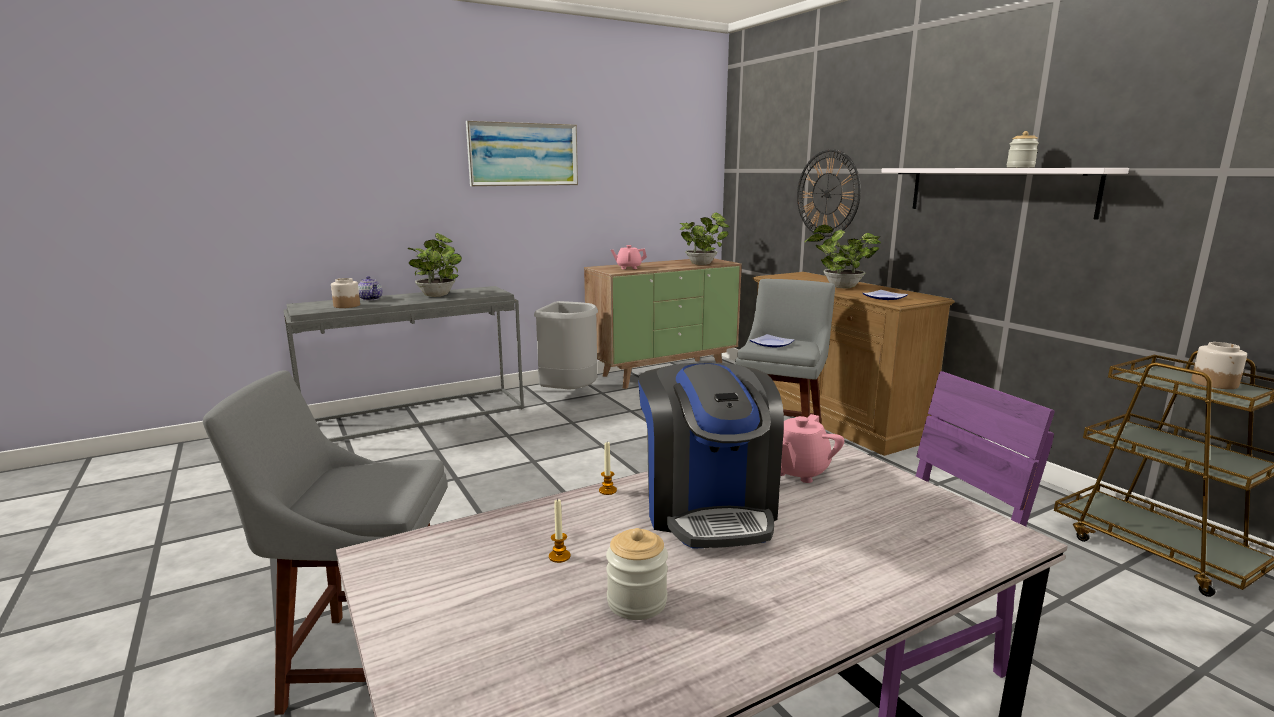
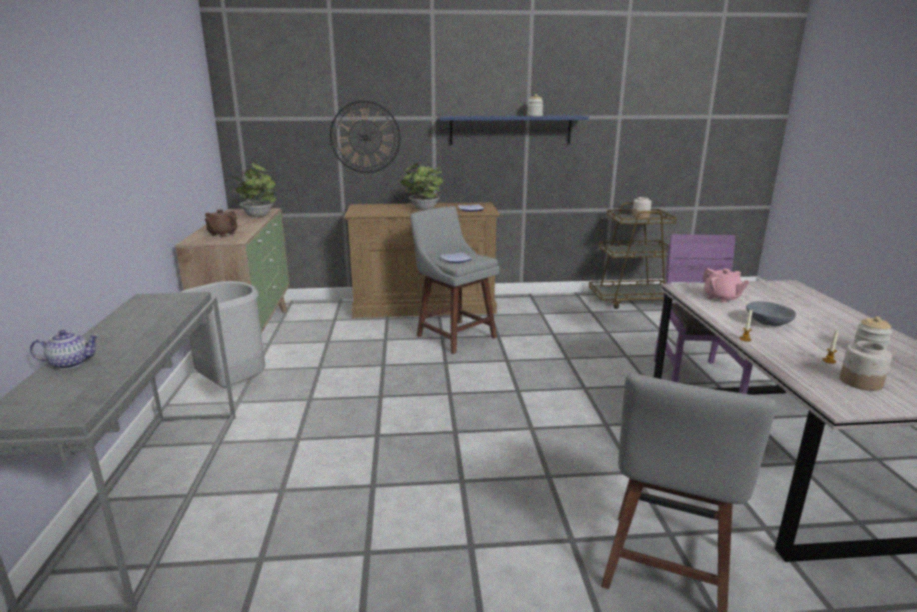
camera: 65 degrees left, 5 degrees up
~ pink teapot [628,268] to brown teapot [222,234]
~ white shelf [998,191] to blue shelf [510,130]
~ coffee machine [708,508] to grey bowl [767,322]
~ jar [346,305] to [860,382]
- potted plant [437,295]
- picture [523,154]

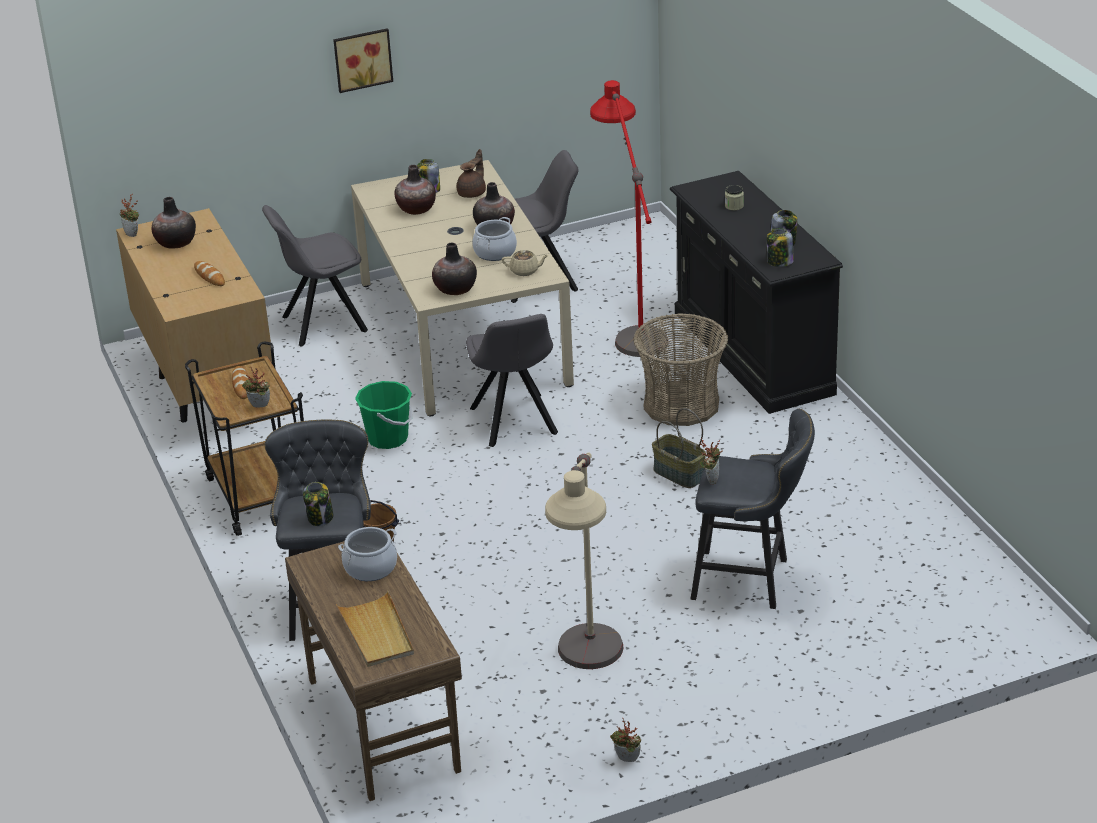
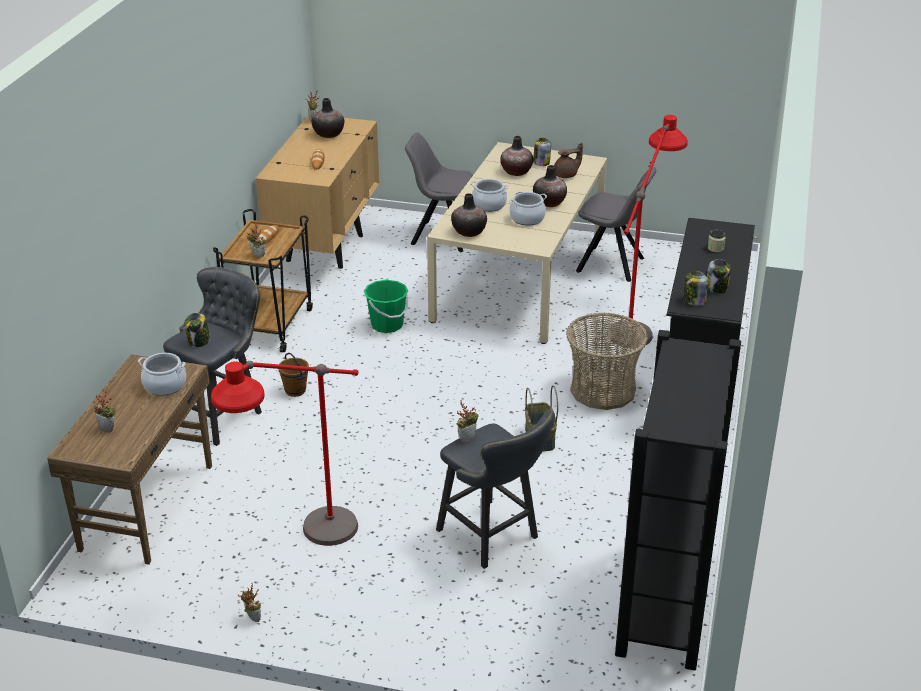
camera: 35 degrees right, 0 degrees up
~ beige tray [376,633] to potted plant [108,429]
~ beige floor lamp [588,678] to red floor lamp [302,547]
+ cooking pot [489,205]
+ black bookcase [666,602]
- picture [362,59]
- grey chair [514,421]
- beige teapot [525,271]

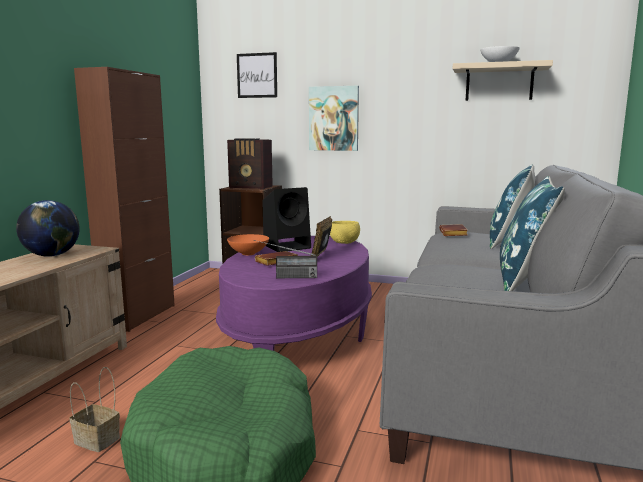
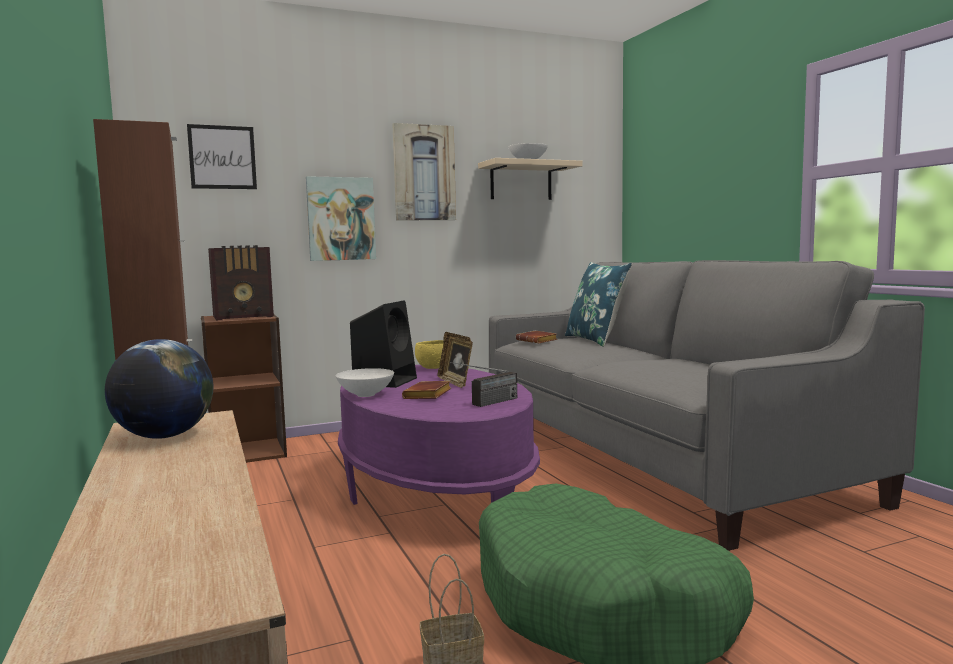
camera: 40 degrees left, 5 degrees down
~ orange bowl [249,254] to white bowl [367,395]
+ picture [424,173]
- blue pillow [524,281]

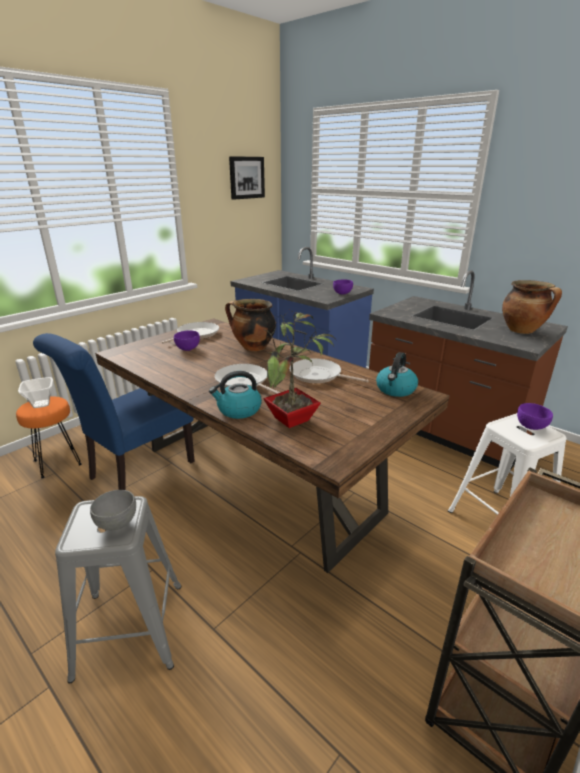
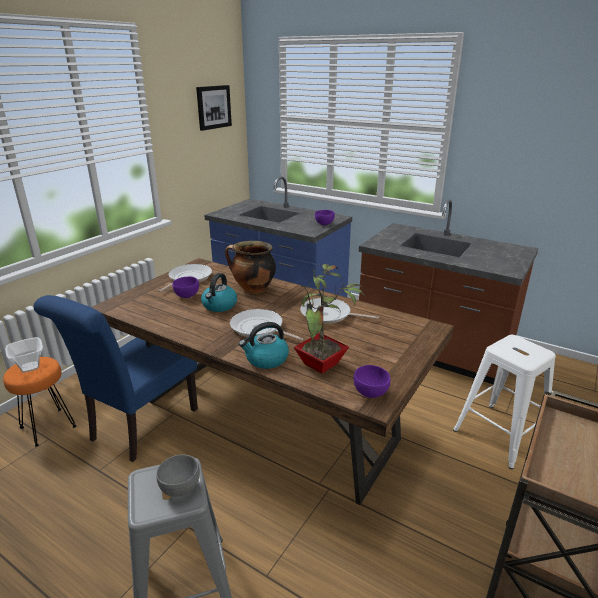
camera: 10 degrees left, 0 degrees up
~ kettle [395,390] to [219,306]
~ purple bowl [530,426] to [370,393]
- cooking pot [523,331]

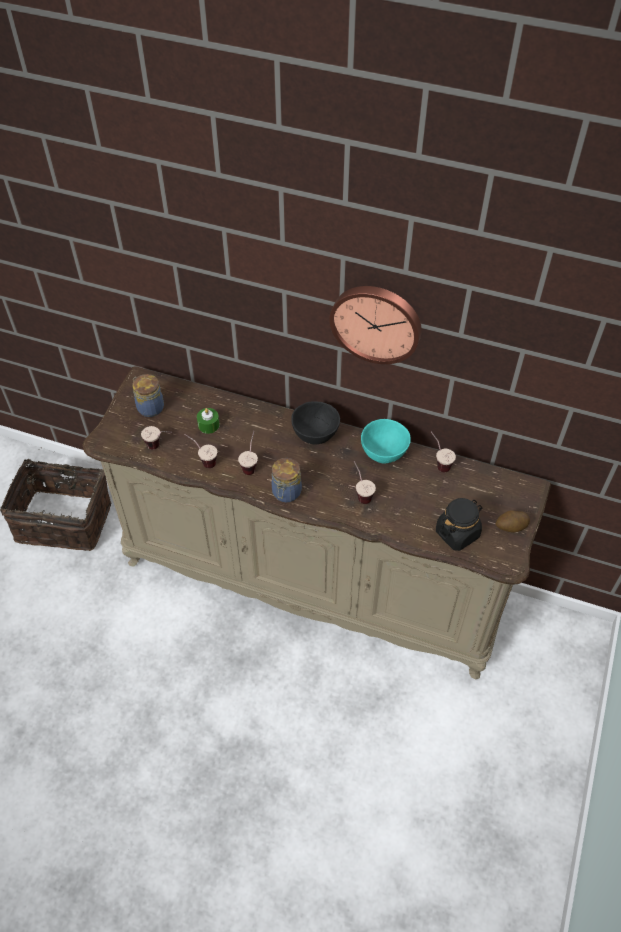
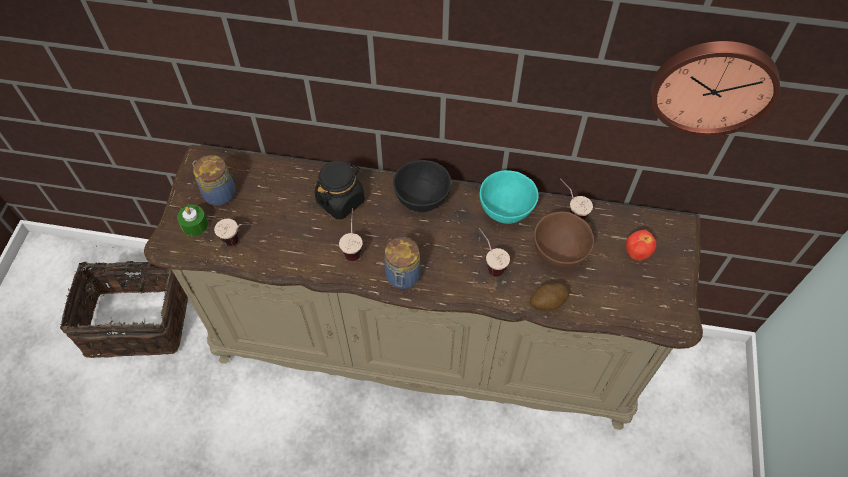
camera: 10 degrees left, 5 degrees up
~ green candle [208,425] to [195,225]
~ black jar [457,533] to [341,201]
~ potato [511,527] to [547,302]
+ brown bowl [559,252]
+ apple [636,253]
~ wall clock [376,322] to [713,86]
- cup [202,460]

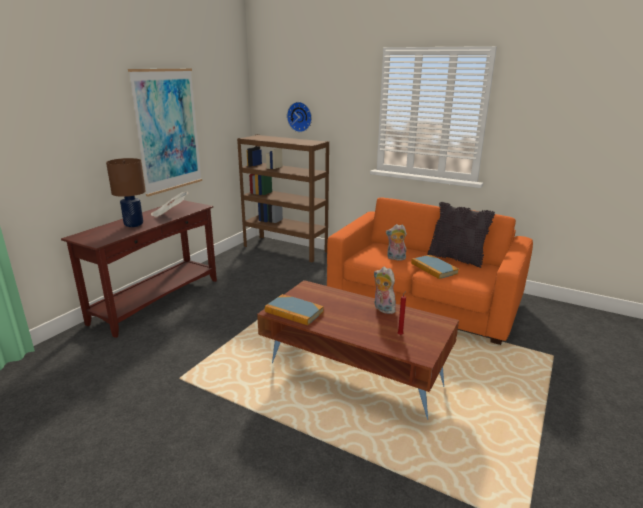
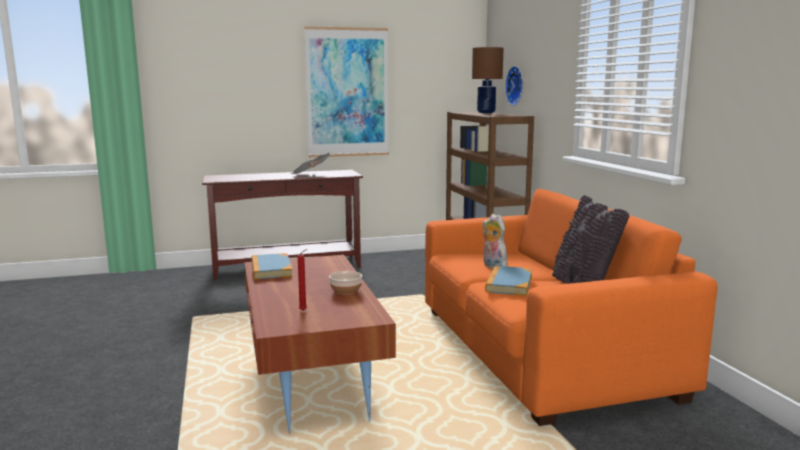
camera: 45 degrees right, 10 degrees down
~ plush toy [382,309] to bowl [346,291]
~ brown table lamp [133,225] to [485,113]

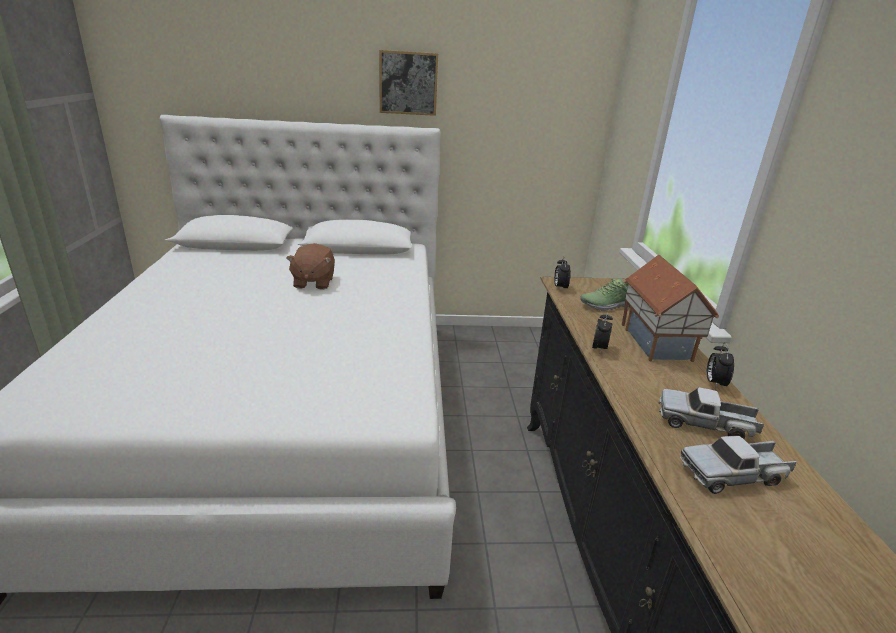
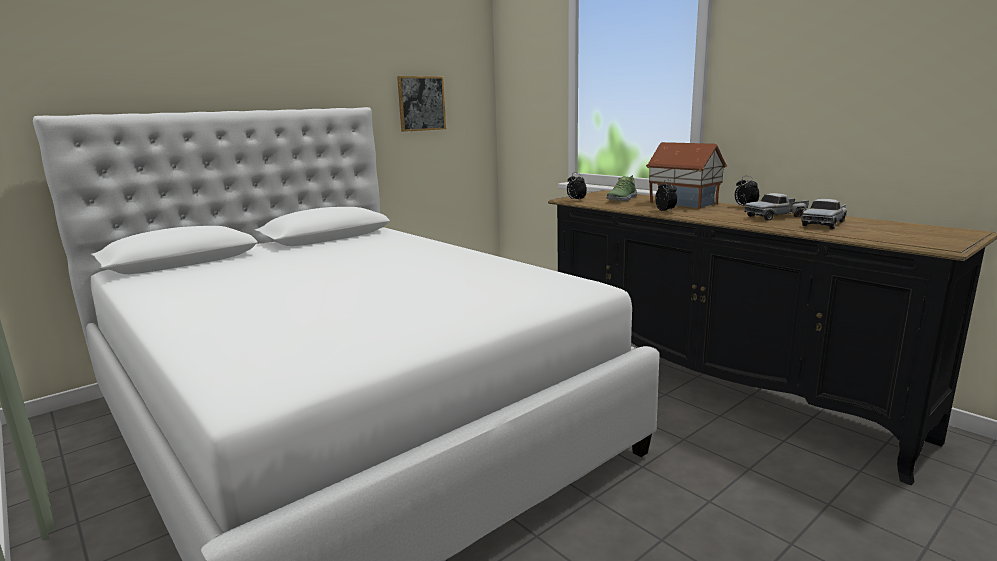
camera: 35 degrees left, 10 degrees down
~ picture [408,83] to [421,103]
- brown plush toy [313,282]

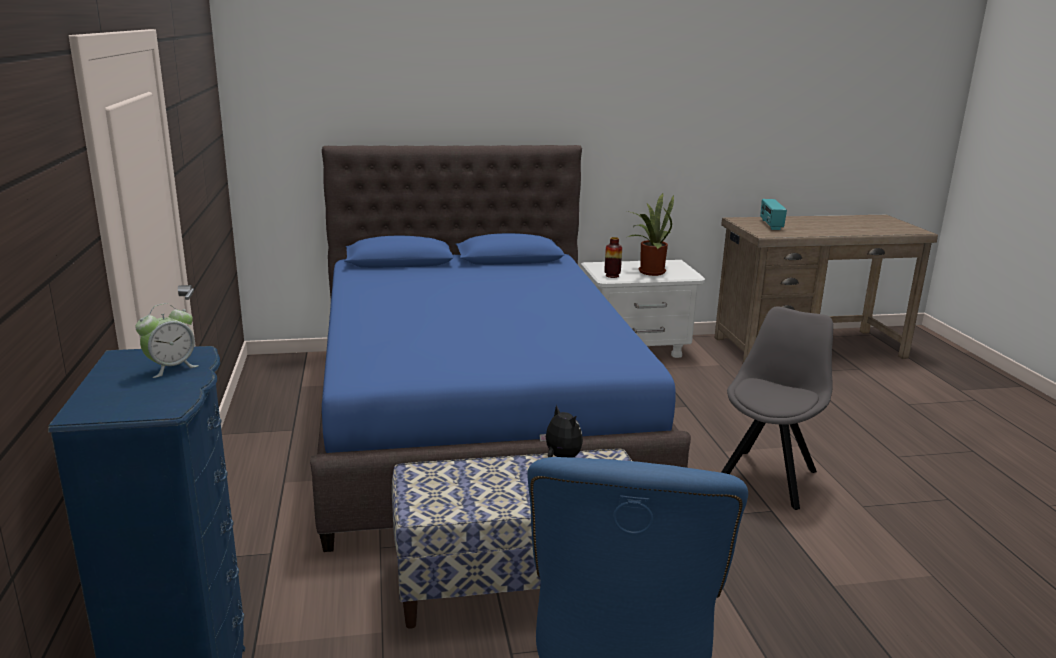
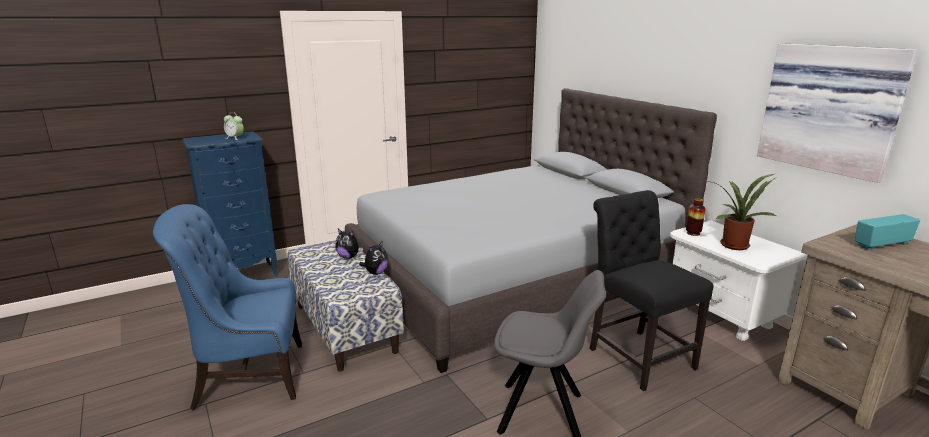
camera: 70 degrees right, 0 degrees up
+ plush toy [349,257]
~ blue bed [476,420] to grey bed [517,279]
+ black chair [637,355]
+ picture [831,108]

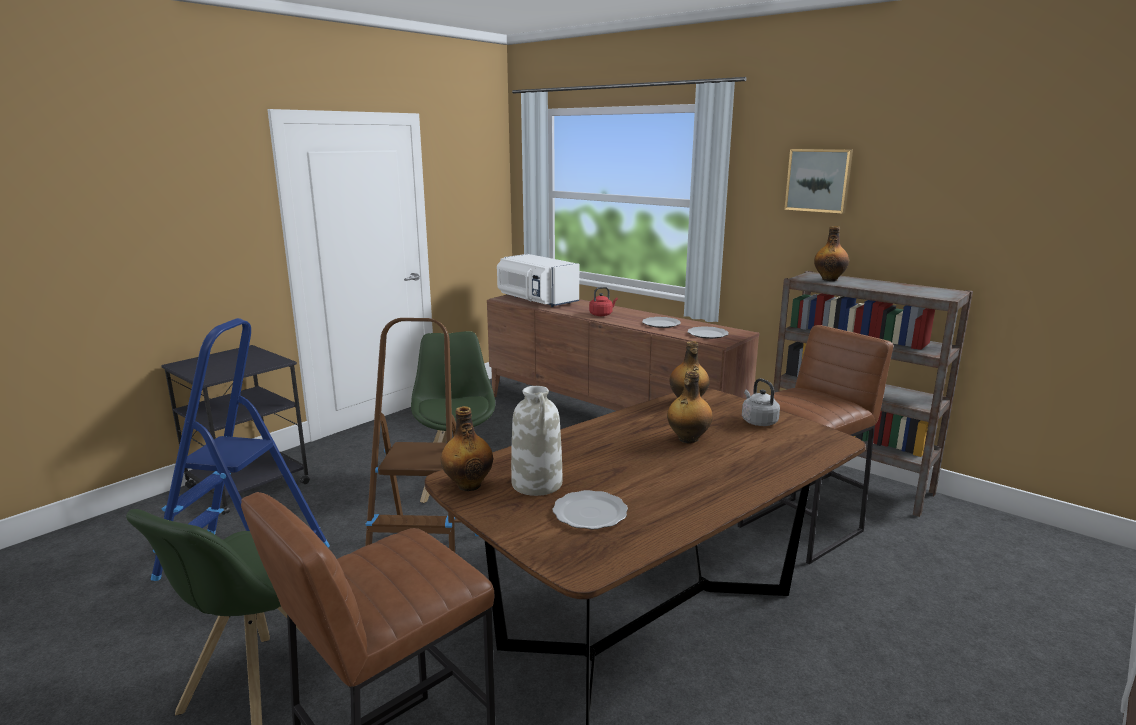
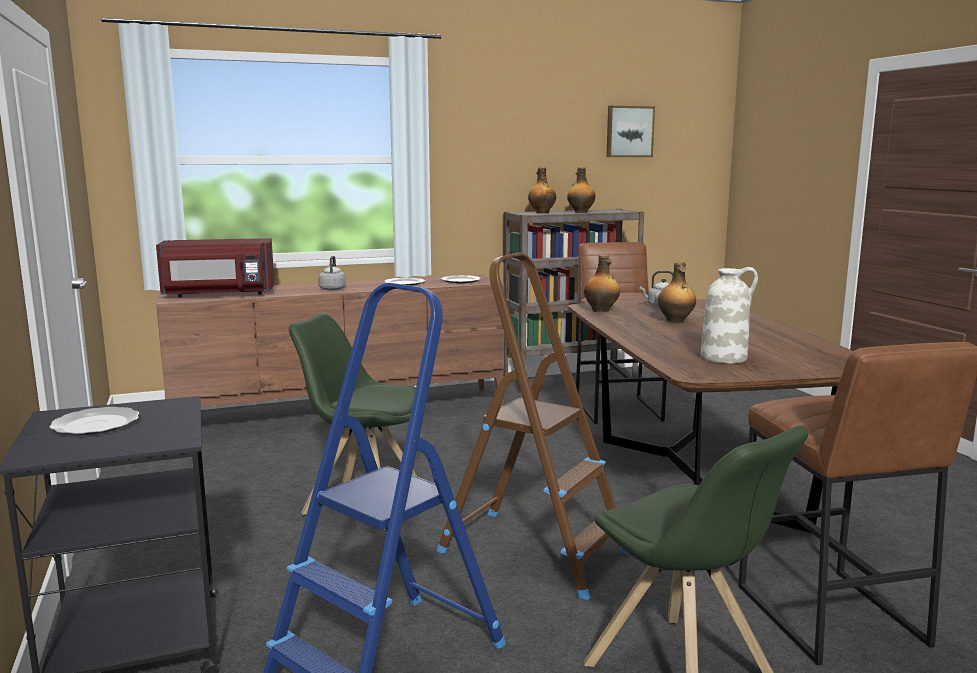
camera: 60 degrees left, 5 degrees down
~ plate [589,512] to [94,425]
~ white microwave [536,300] to red microwave [218,294]
~ red kettle [602,314] to grey kettle [333,289]
~ bottle [468,485] to [580,212]
~ picture [818,180] to [629,131]

